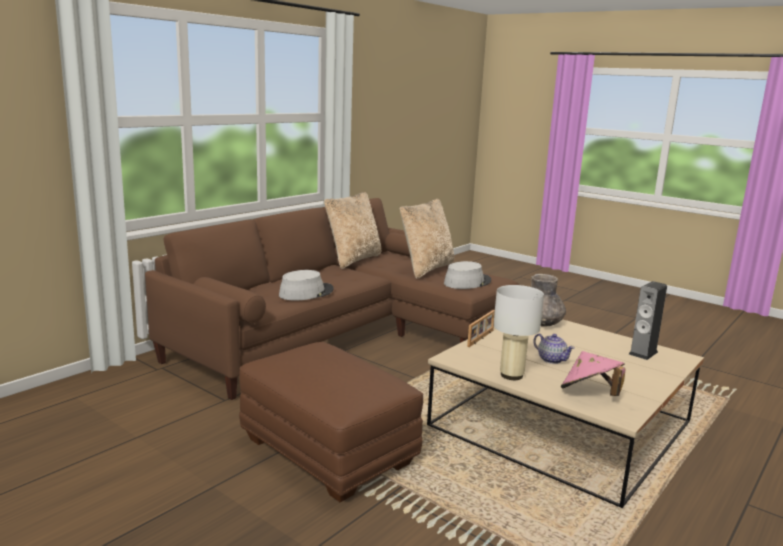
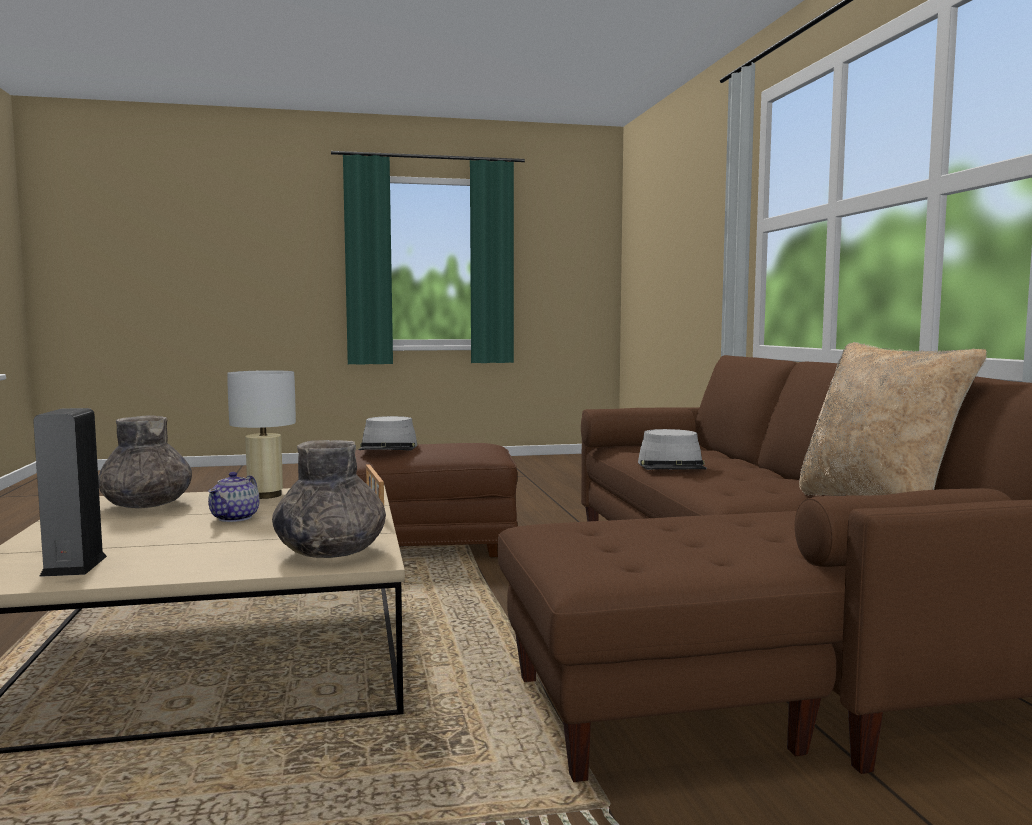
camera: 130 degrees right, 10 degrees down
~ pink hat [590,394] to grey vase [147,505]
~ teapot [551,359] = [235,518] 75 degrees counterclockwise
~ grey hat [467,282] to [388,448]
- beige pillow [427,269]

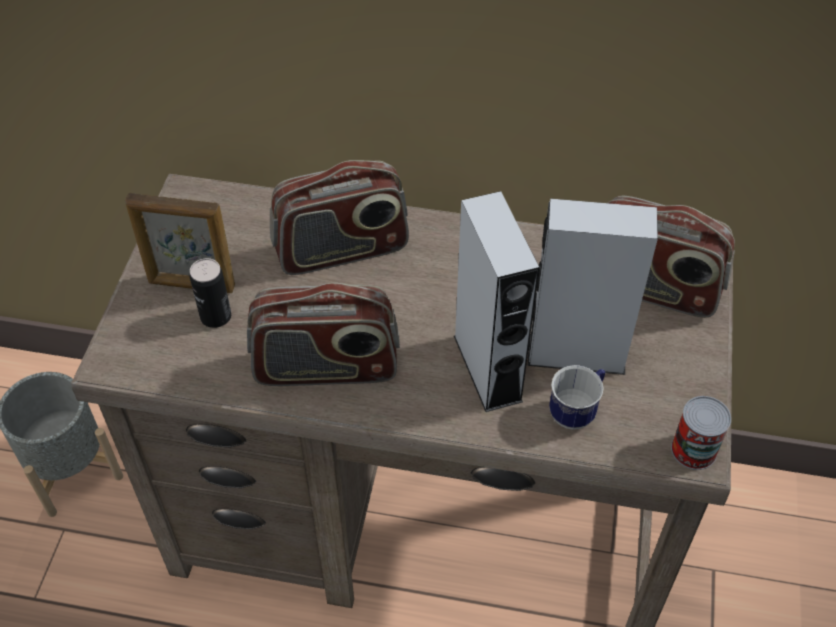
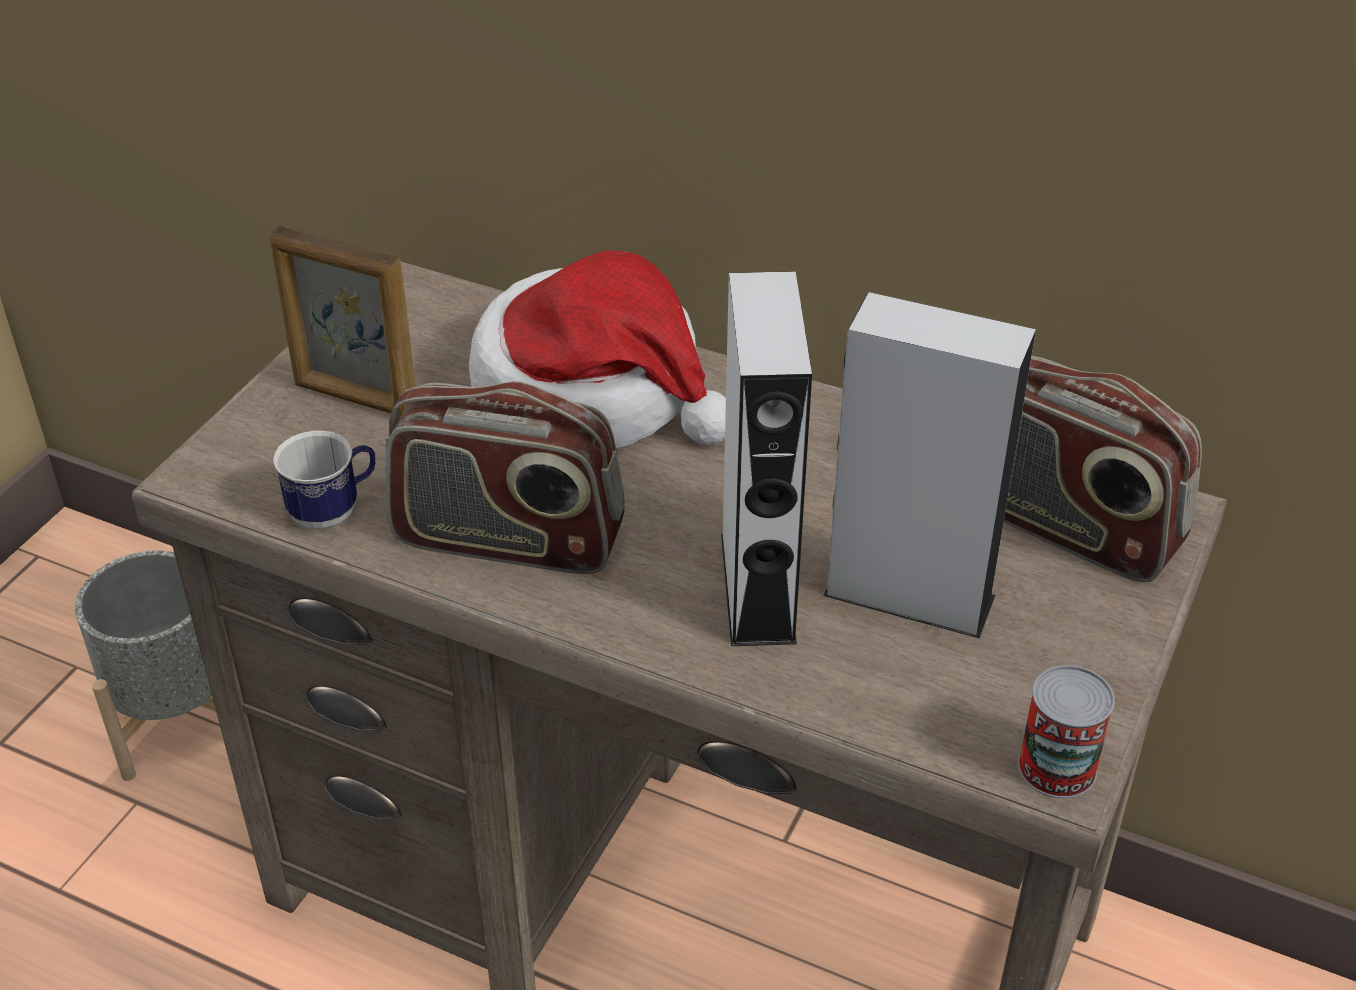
camera: 15 degrees right, 10 degrees down
~ mug [576,411] to [334,511]
~ radio [341,250] to hat [594,392]
- can [216,316]

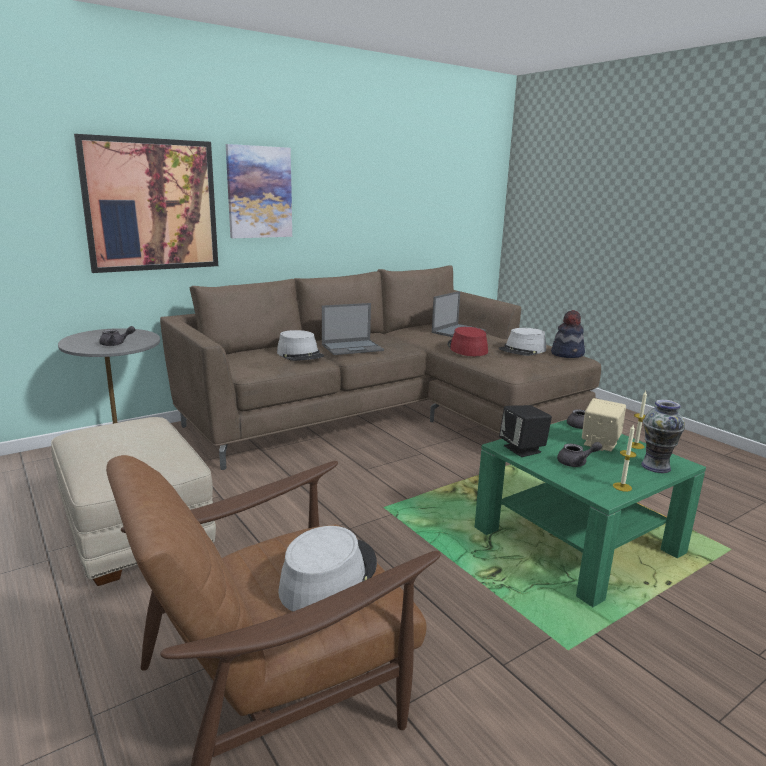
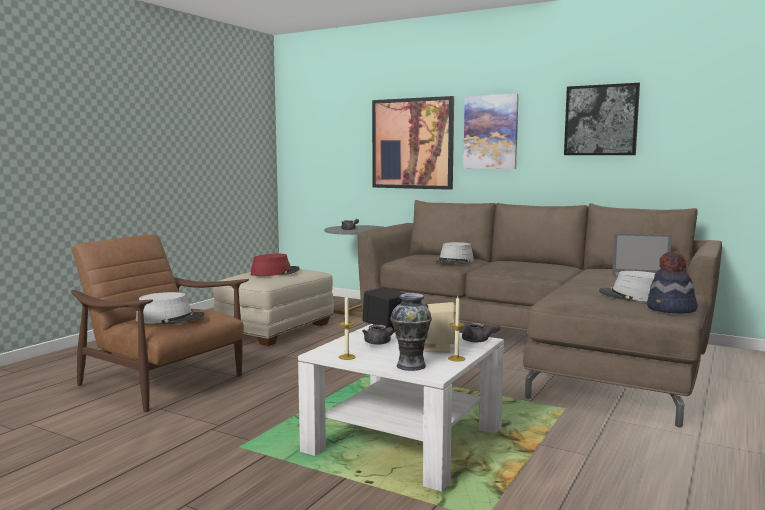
camera: 65 degrees right, 10 degrees down
~ red hat [467,348] to [275,272]
~ green coffee table [577,540] to white coffee table [404,439]
+ picture [601,120]
- laptop [353,347]

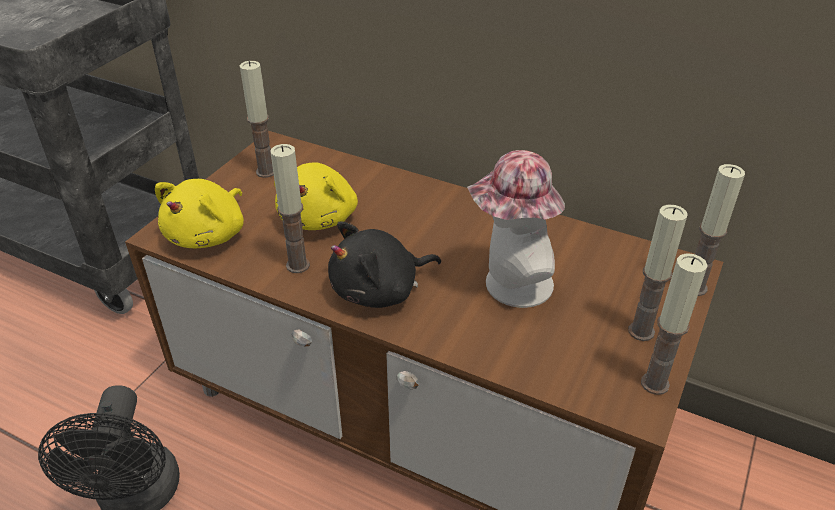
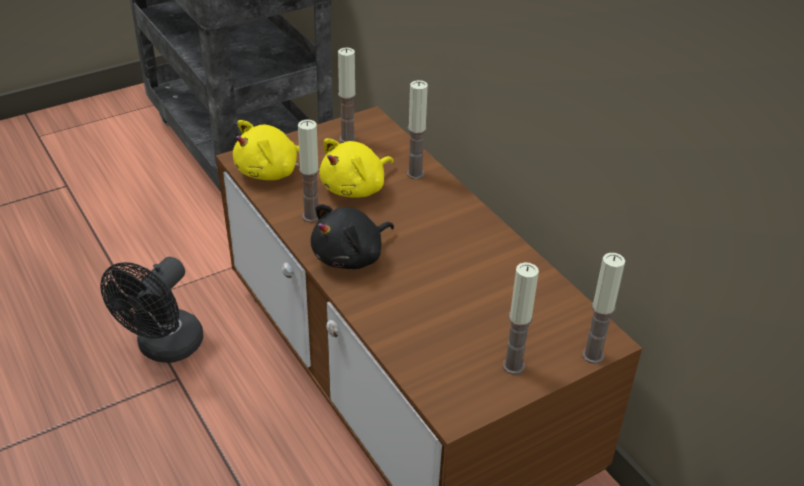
camera: 30 degrees right, 0 degrees up
~ black plush toy [380,290] = [351,256] 45 degrees counterclockwise
~ candle [654,383] to [415,174]
- hat [510,286]

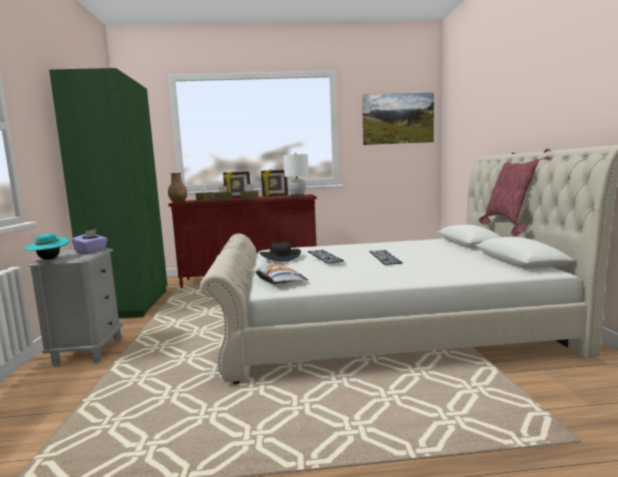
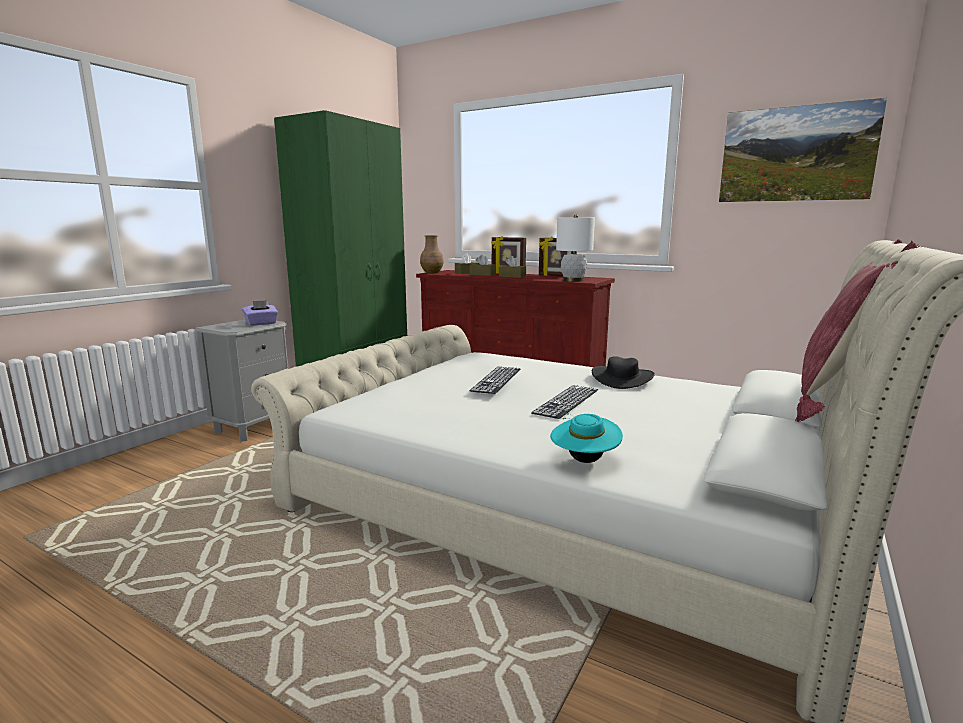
camera: 35 degrees right, 5 degrees up
~ turquoise hat [49,259] to [584,460]
~ black hat [280,256] to [622,379]
- pillow [277,280]

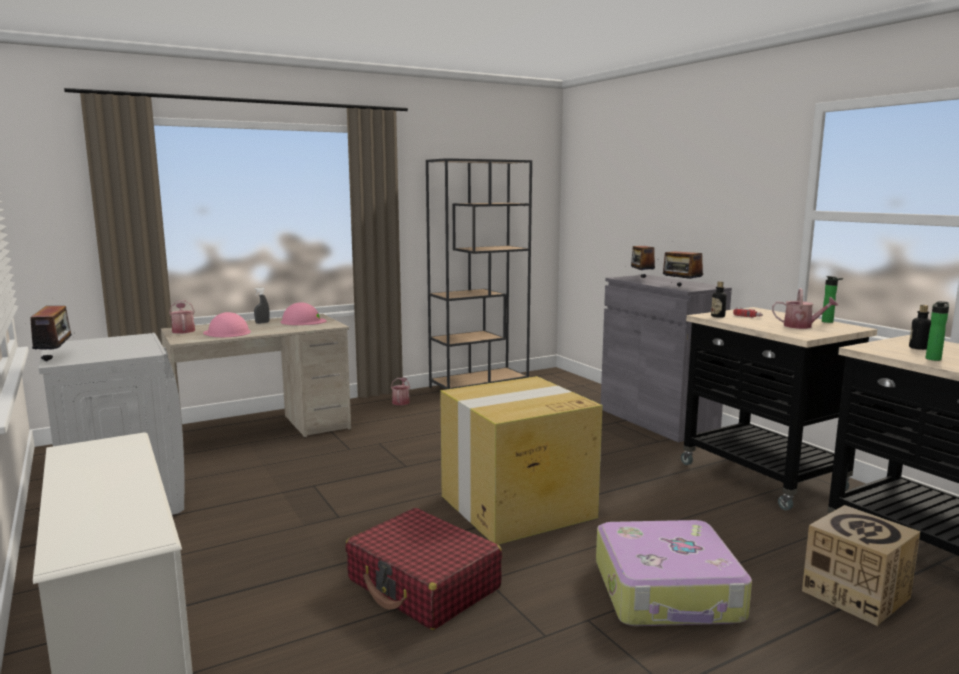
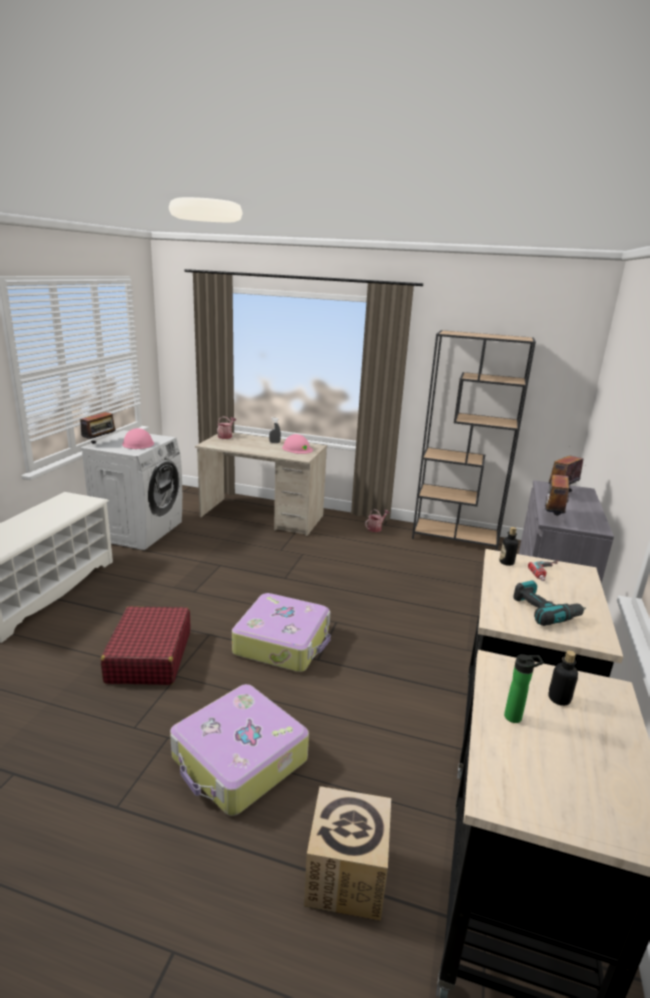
camera: 45 degrees right, 10 degrees up
~ pink hard hat [227,332] to [138,443]
~ cardboard box [515,507] to suitcase [283,642]
~ watering can [802,326] to power drill [545,611]
- bottle [829,322]

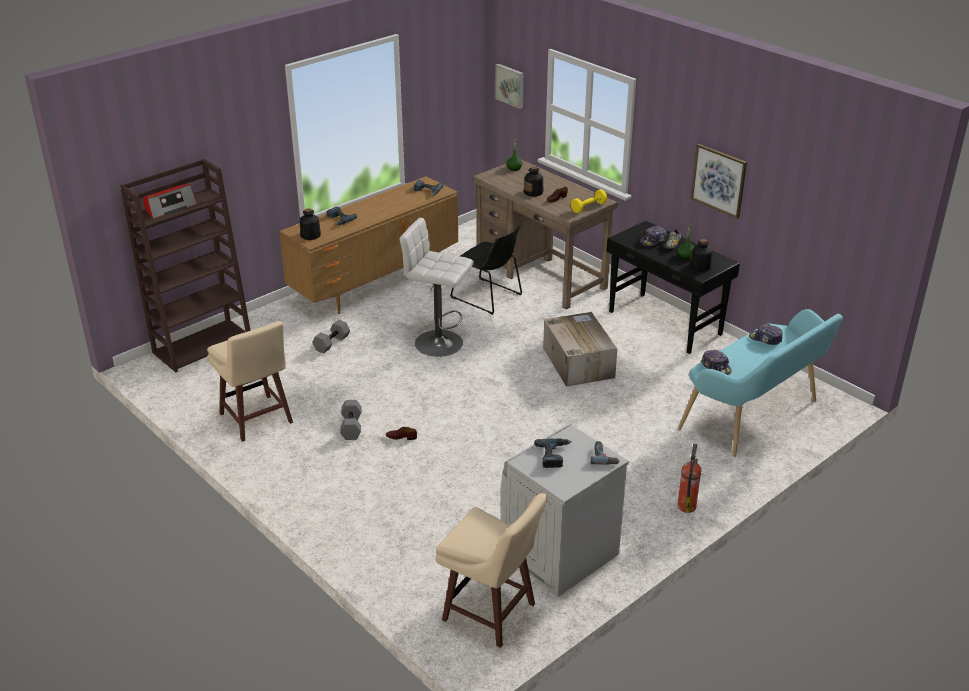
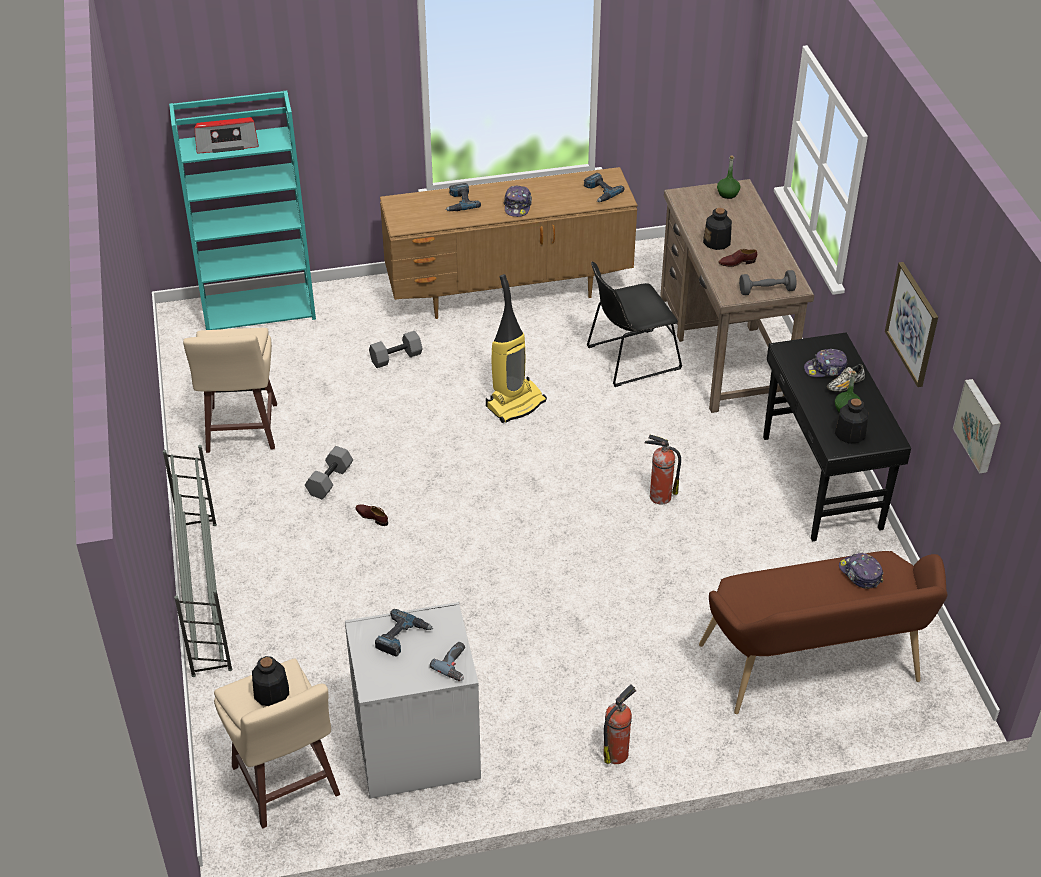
camera: 30 degrees right, 10 degrees up
+ grey shoe rack [205,596]
~ brown bookcase [203,345] to turquoise bookcase [260,308]
~ bottle [310,235] to [271,693]
~ white stool [438,343] to vacuum cleaner [515,403]
~ cap [716,367] to [517,206]
~ black chair [488,297] = [629,359] 90 degrees clockwise
~ cardboard box [577,362] to fire extinguisher [659,496]
~ turquoise bench [755,417] to brown bench [815,670]
~ yellow dumbbell [588,207] to grey dumbbell [766,290]
~ picture [510,85] to [979,425]

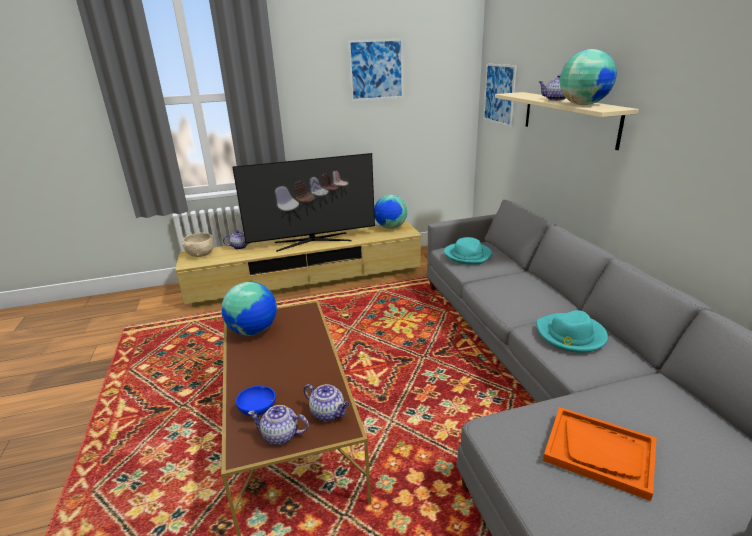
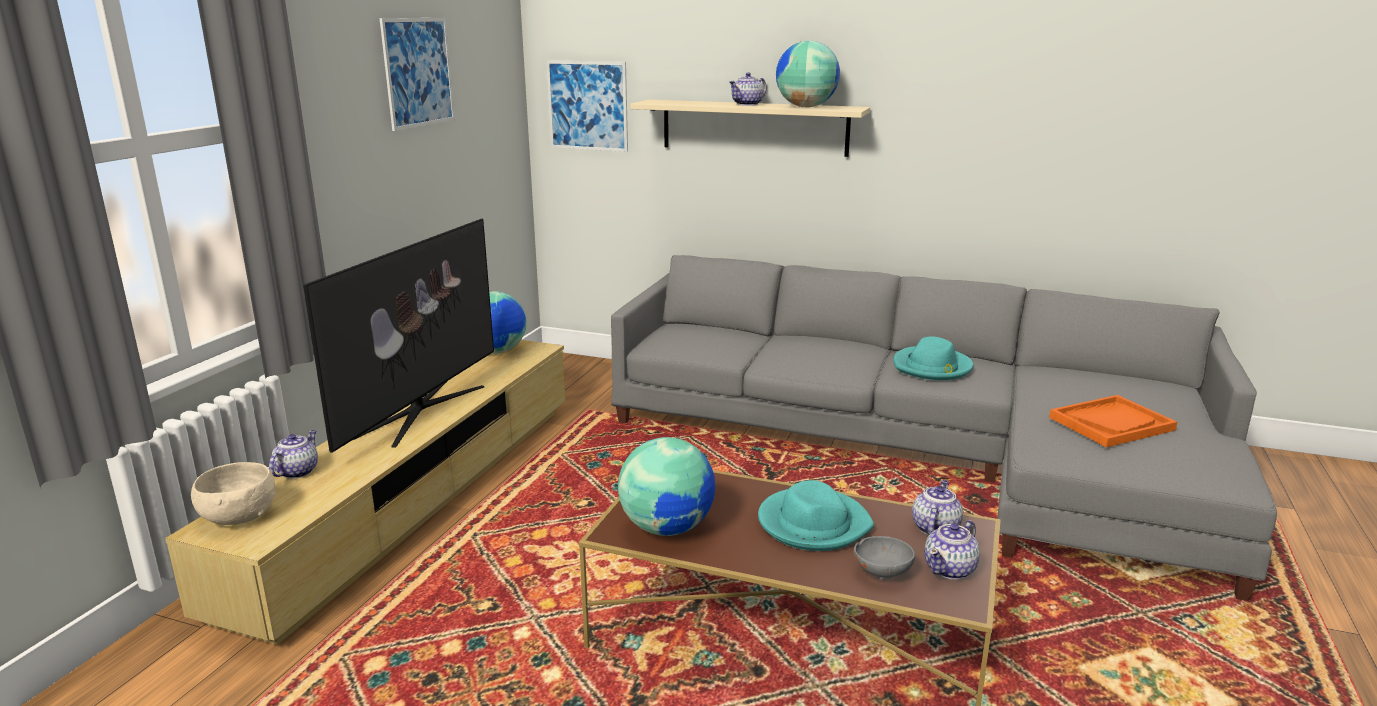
camera: 55 degrees left, 5 degrees down
~ turquoise hat [468,255] to [813,523]
~ blue bowl [258,410] to grey bowl [882,571]
~ teapot [328,413] = [935,528] 45 degrees counterclockwise

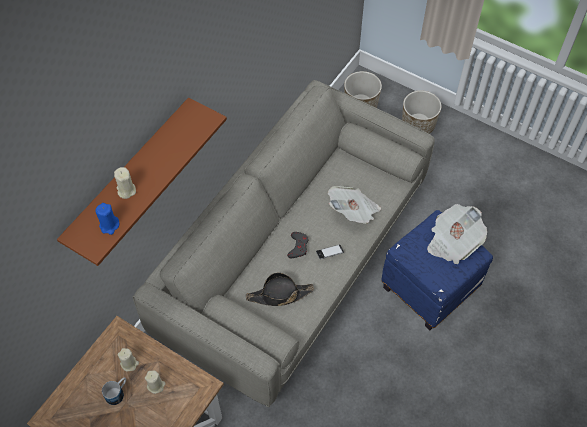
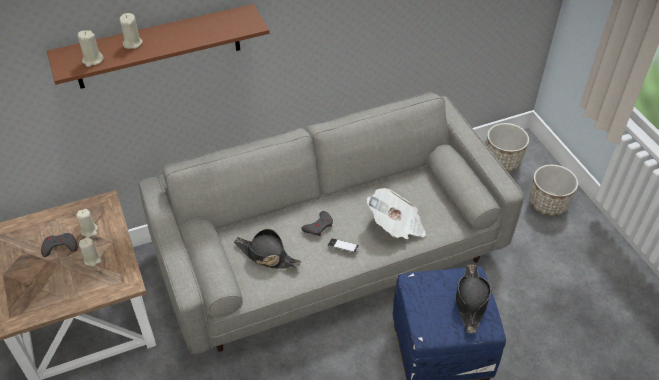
camera: 35 degrees right, 10 degrees down
~ mug [118,393] to grey game controller [60,247]
~ blue candle [109,225] to beige candle [92,60]
~ newspaper [453,242] to black hat [470,301]

